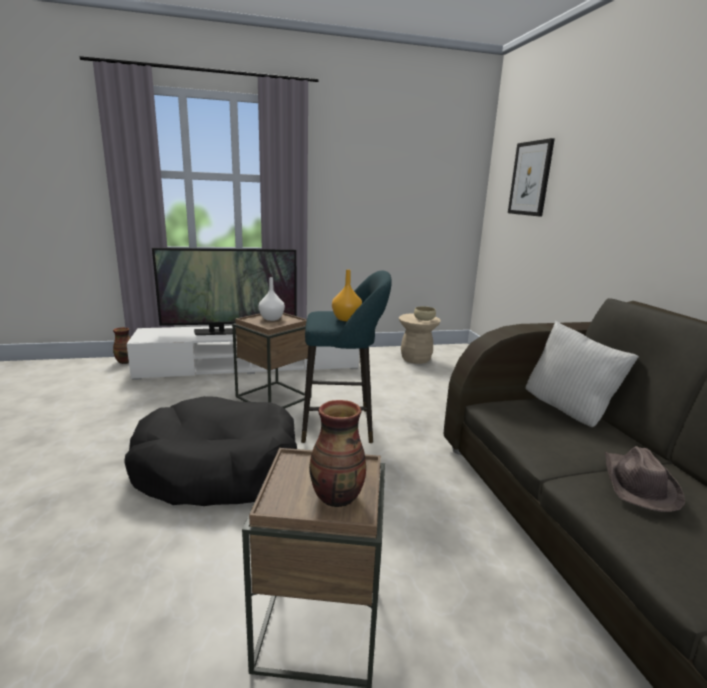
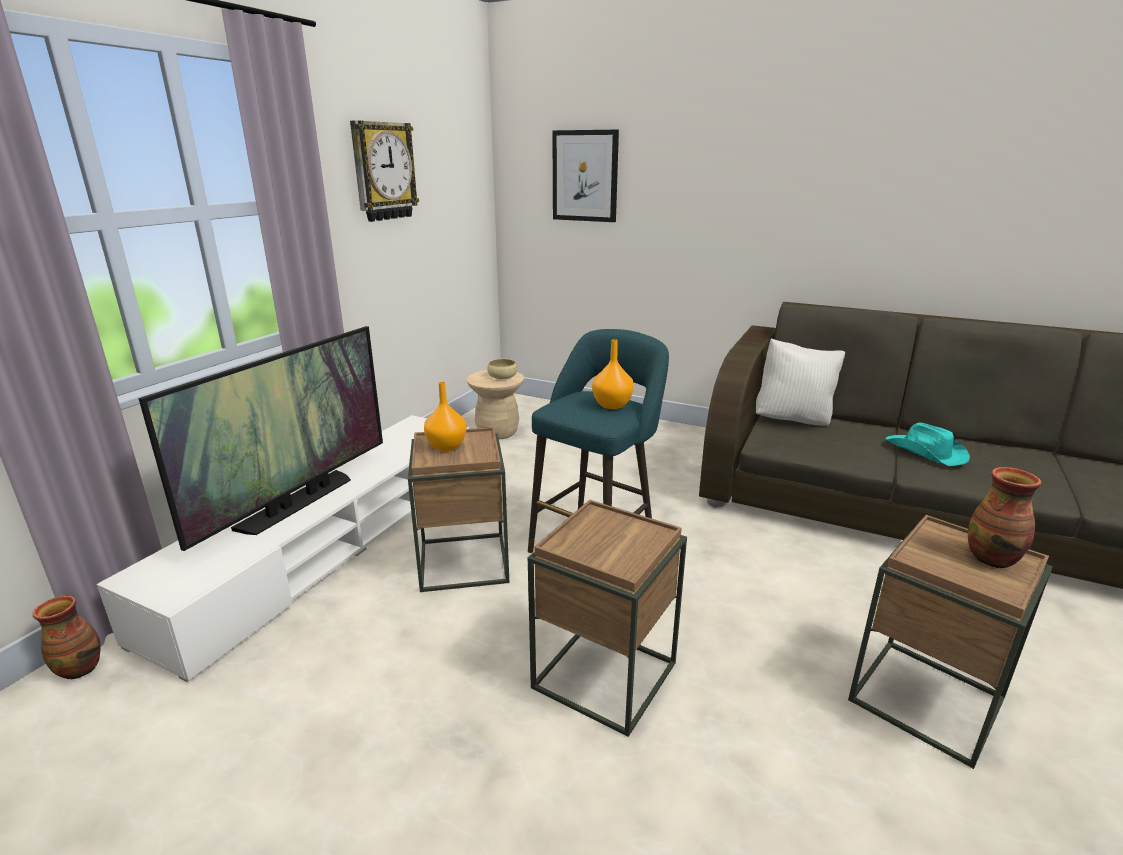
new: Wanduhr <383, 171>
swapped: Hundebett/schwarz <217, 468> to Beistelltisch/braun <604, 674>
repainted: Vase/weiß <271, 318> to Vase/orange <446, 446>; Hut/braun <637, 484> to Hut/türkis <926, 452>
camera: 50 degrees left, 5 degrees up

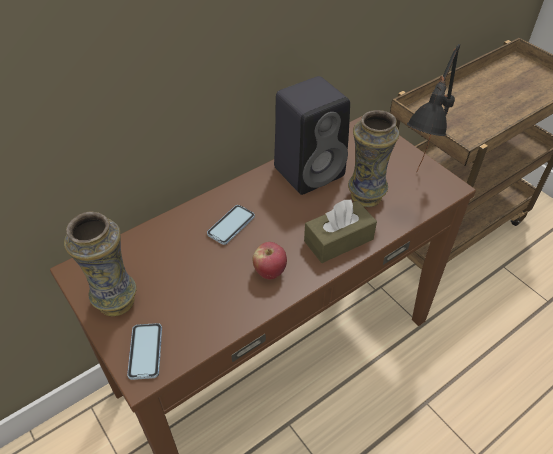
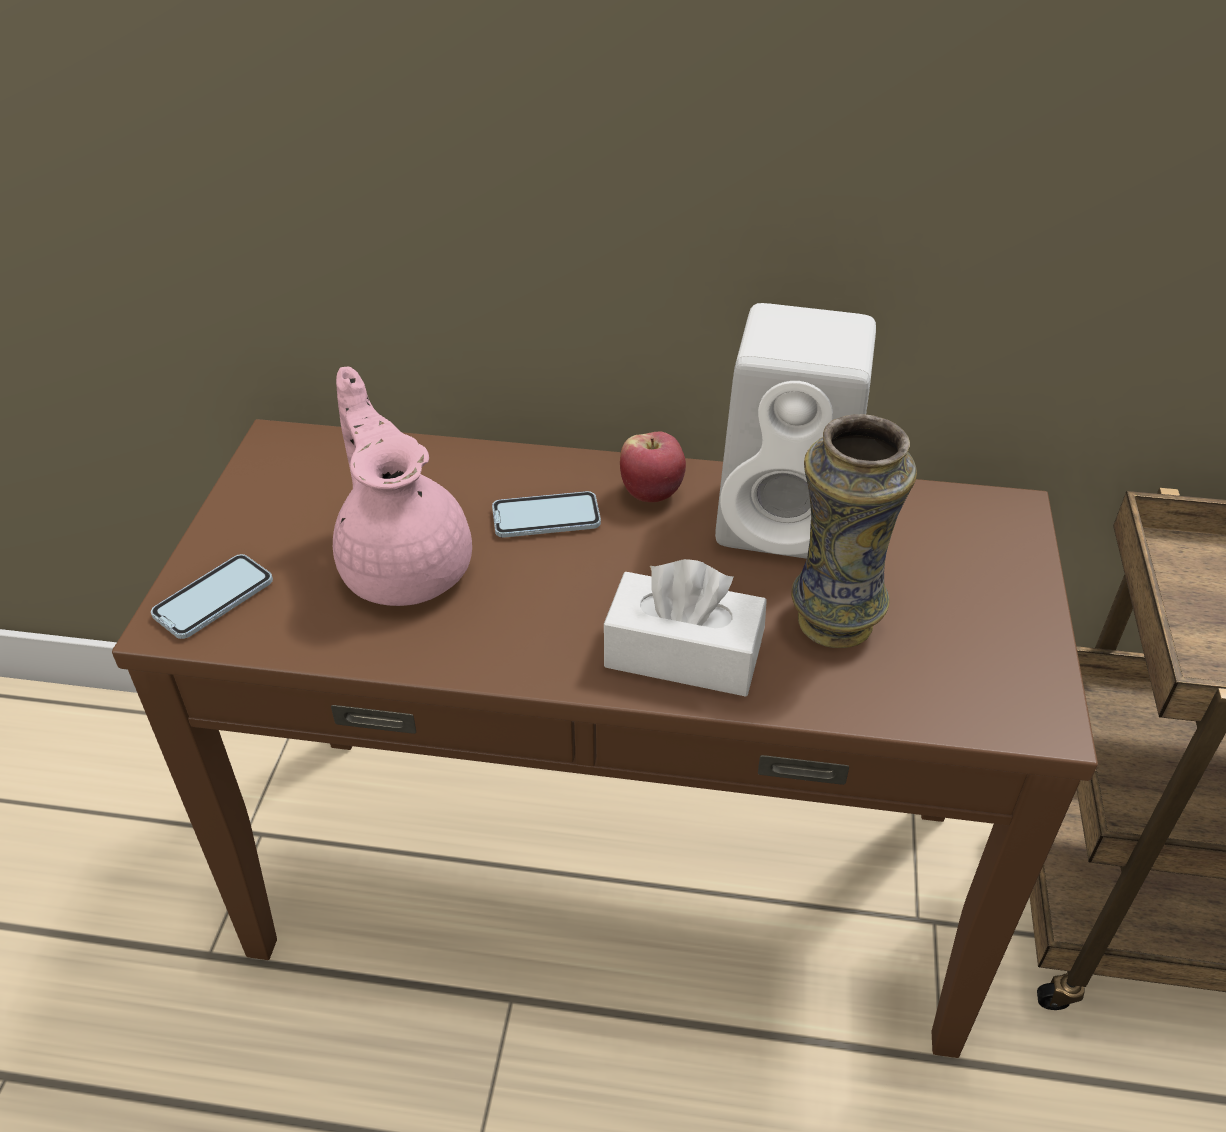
gone: Tischlampe/schwarz <416, 196>; Vase <116, 300>
new: Teekanne/rosa <405, 564>
shifted: Apfel <269, 271> to <652, 493>
repainted: Lautsprecher/schwarz <310, 171> to Lautsprecher/weiß <790, 519>; Taschentuchbox/braun <338, 240> to Taschentuchbox/weiß <683, 655>
camera: 45 degrees right, 5 degrees down

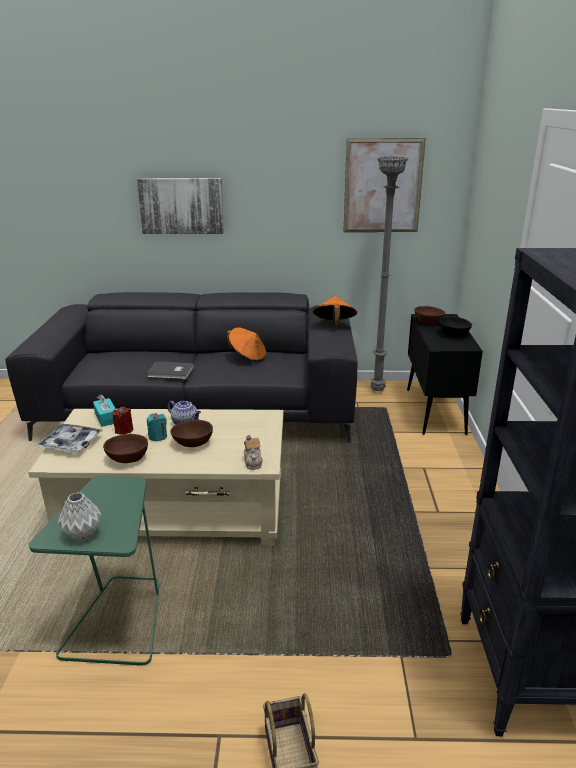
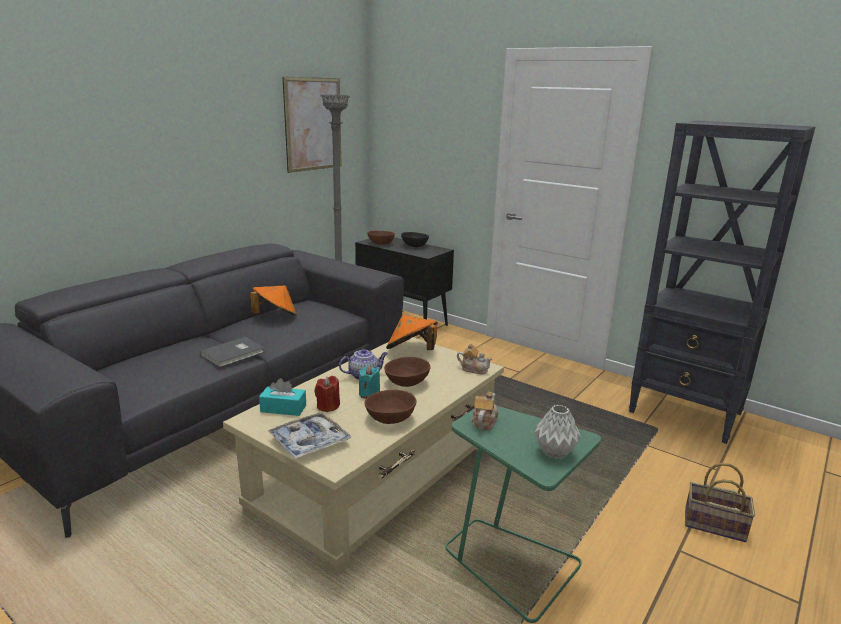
gone: Bild <181, 206>
new: Teekanne <484, 421>
shifted: Hut/orange <334, 325> to <411, 351>
camera: 55 degrees left, 5 degrees down

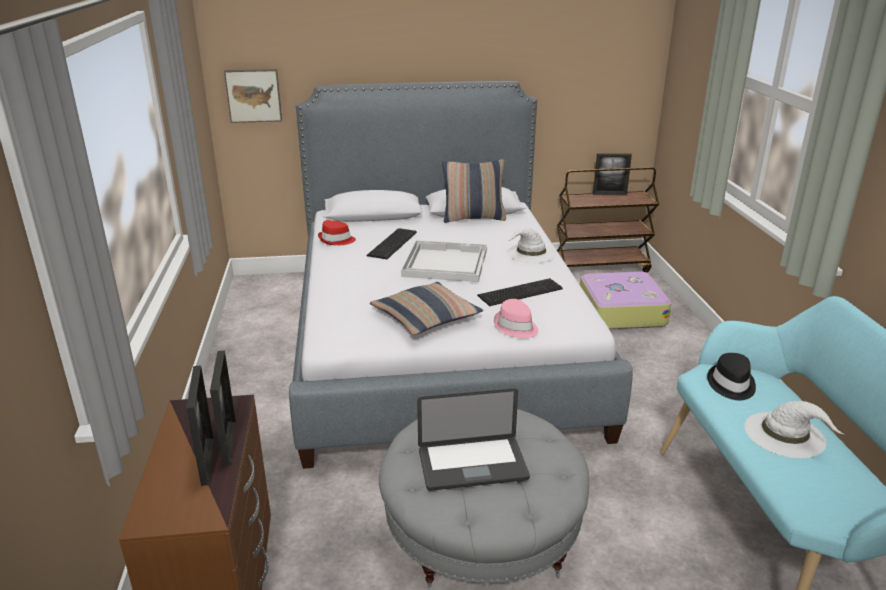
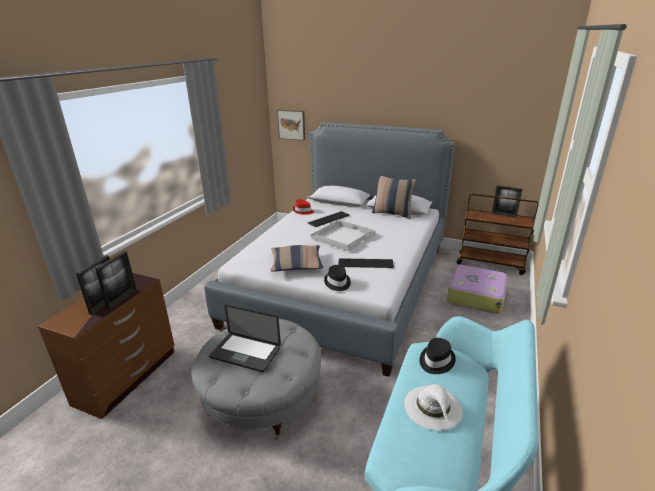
gone: Hut/weiß <530, 253>
repainted: Hut/rosa <515, 327> to Hut/schwarz <337, 283>
camera: 30 degrees right, 0 degrees up

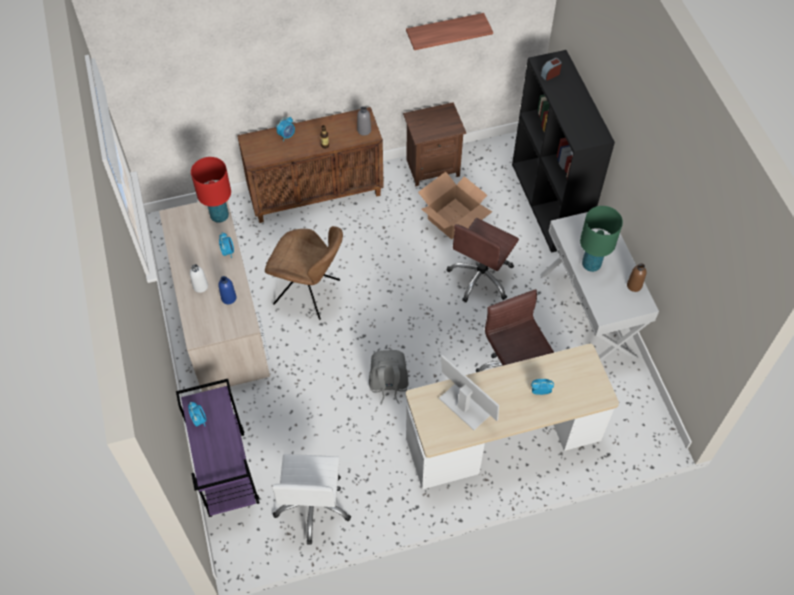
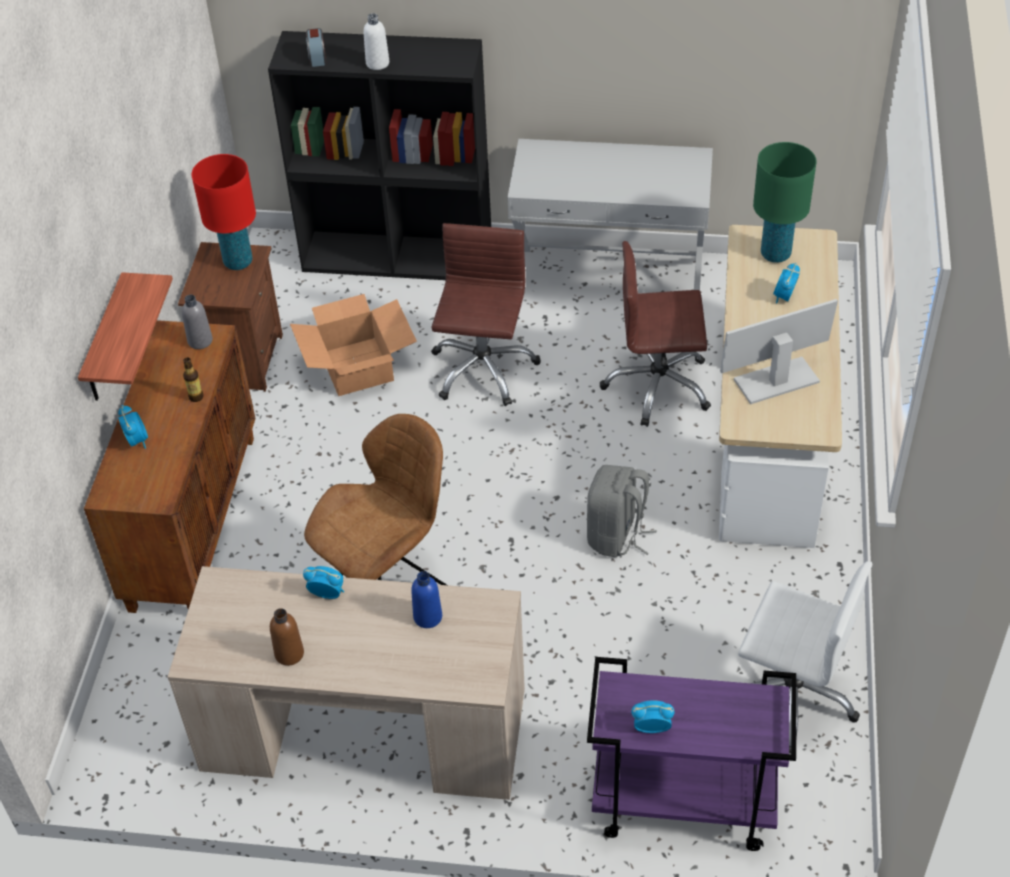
shifted: Wandregal <444, 31> to <105, 342>; Tischlampe/rot <219, 216> to <238, 262>; Tischlampe/grün <591, 264> to <775, 254>; Flasche/braun <634, 285> to <289, 654>; Flasche/weiß <200, 286> to <377, 63>
rotated: Bürostuhl/braun <481, 277> = <482, 369> 135 degrees counterclockwise
camera: 65 degrees left, 10 degrees down

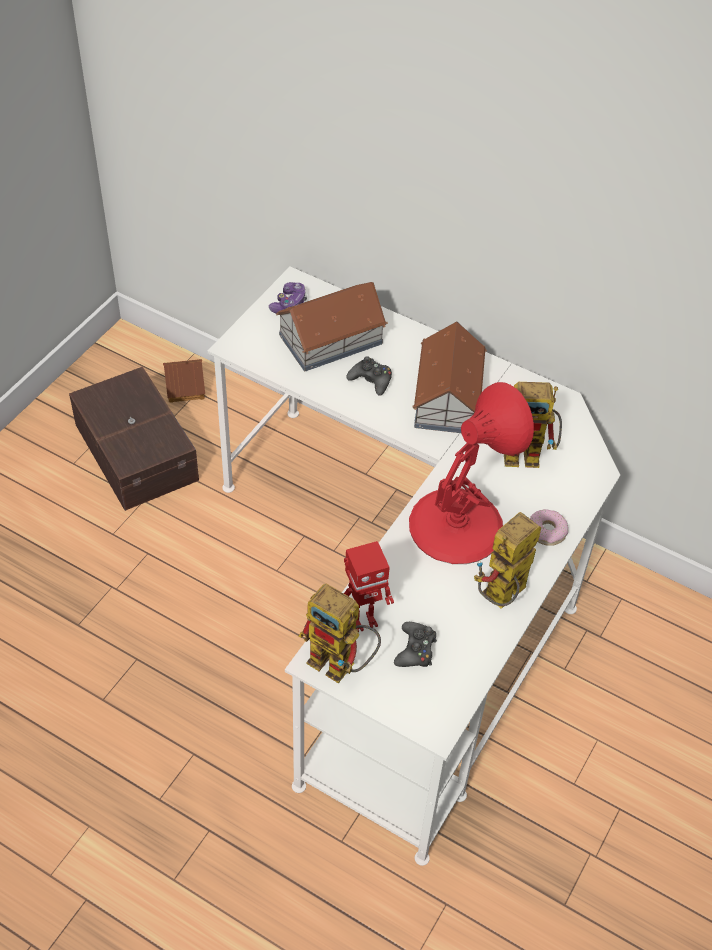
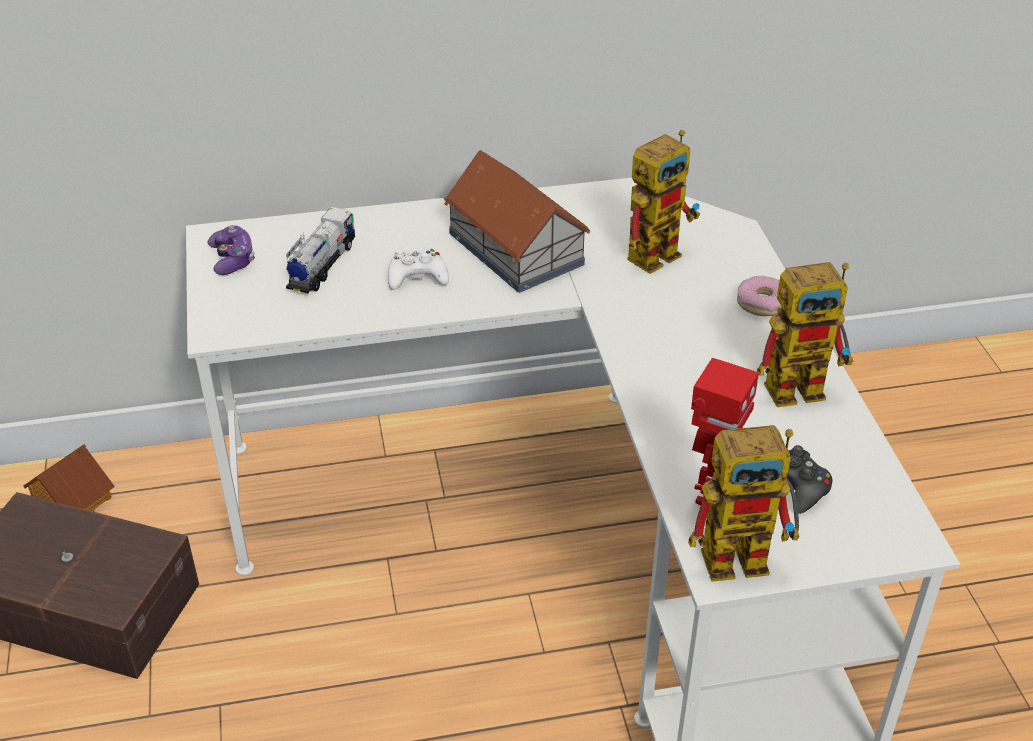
gone: Tischlampe/rot <457, 524>
swapped: Spielzeughaus <329, 339> to Spielzeuglaster <322, 266>
repainted: Gamepad/schwarz <371, 380> to Gamepad/weiß <417, 277>
rotated: Spielzeugroboter <501, 599> = <805, 385> 105 degrees counterclockwise
camera: 40 degrees left, 10 degrees down

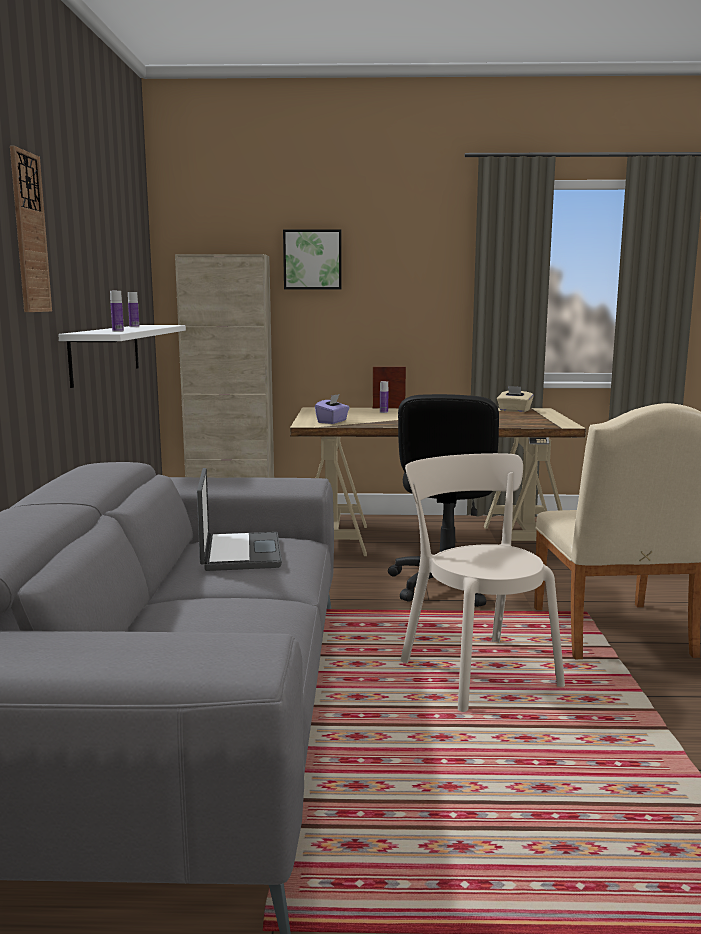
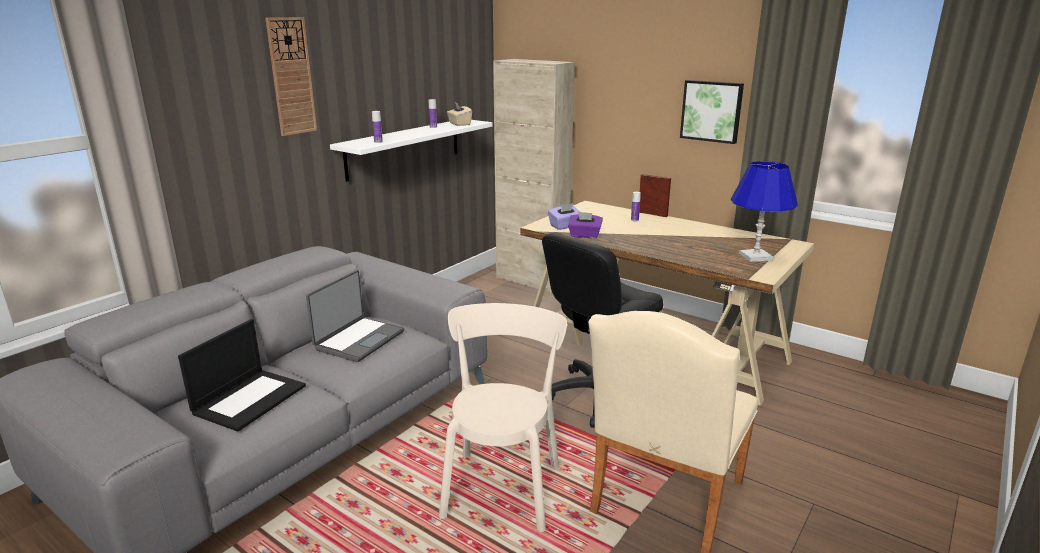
new: Tischlampe/blau <755, 256>; Taschentuchbox/lila <584, 235>; Laptop <250, 399>
shifted: Bild <312, 260> to <712, 111>; Taschentuchbox/beige <514, 410> to <459, 124>
camera: 35 degrees right, 10 degrees up

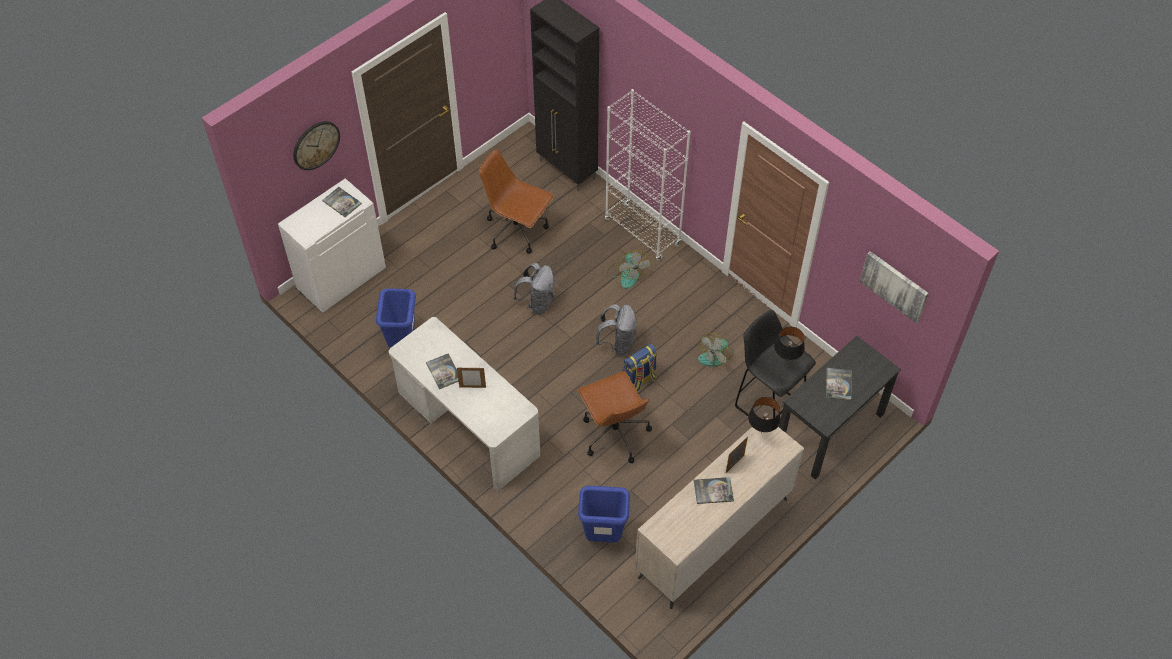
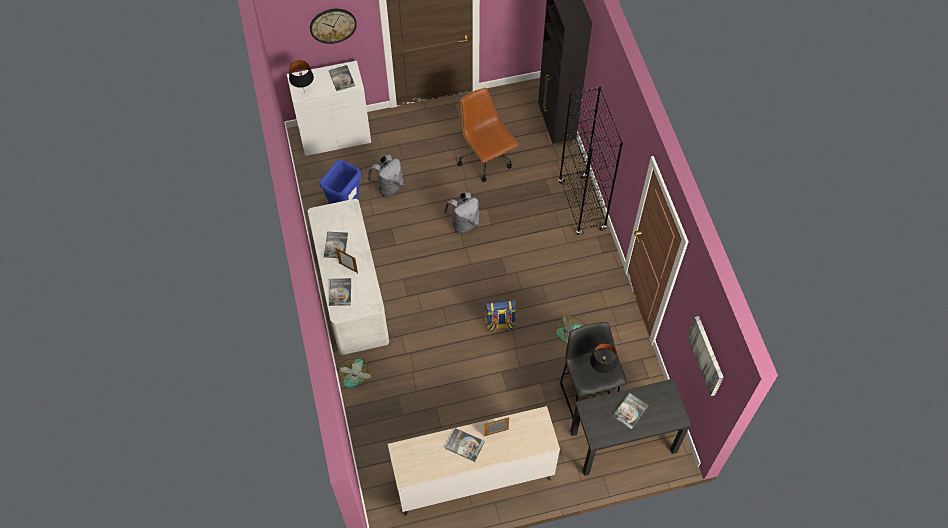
gone: Bürostuhl/braun <614, 433>; Mülleimer/blau <603, 536>
new: Buch <340, 292>
shifted: Ventilator <627, 274> to <356, 373>; Rucksack/grau <618, 343> to <388, 187>; Tischlampe/schwarz <760, 433> to <304, 91>
repainted: Bücherregal/weiß <642, 232> to Bücherregal/schwarz <581, 206>
camera: 30 degrees right, 5 degrees up

